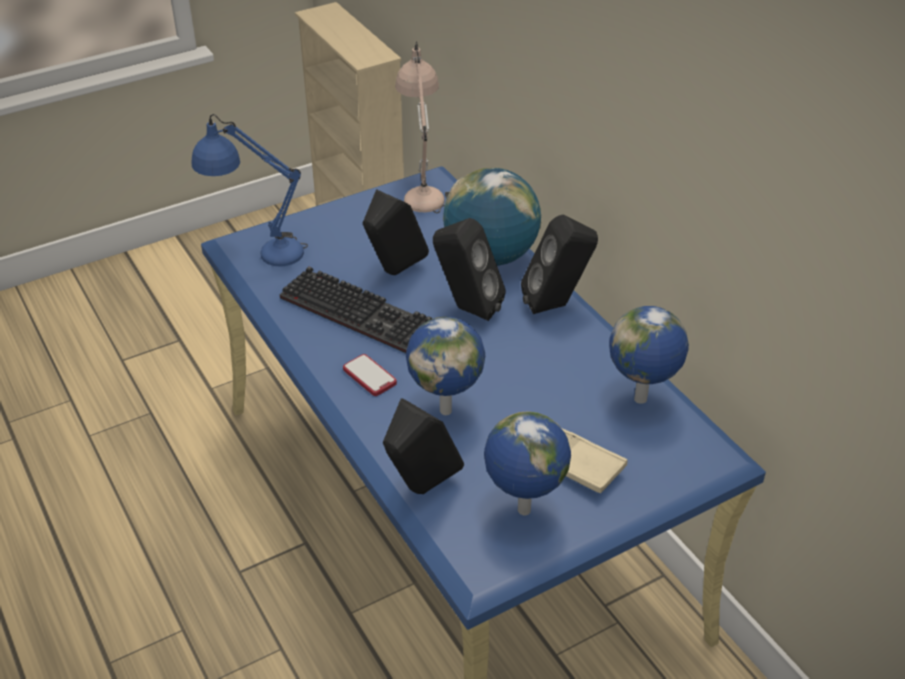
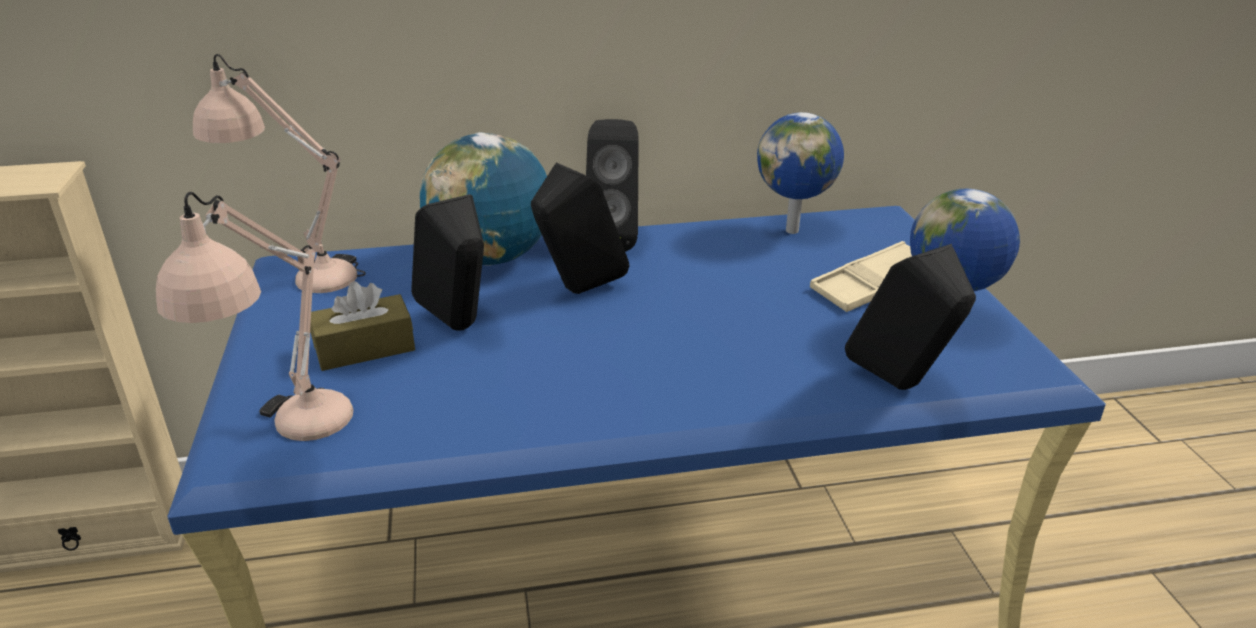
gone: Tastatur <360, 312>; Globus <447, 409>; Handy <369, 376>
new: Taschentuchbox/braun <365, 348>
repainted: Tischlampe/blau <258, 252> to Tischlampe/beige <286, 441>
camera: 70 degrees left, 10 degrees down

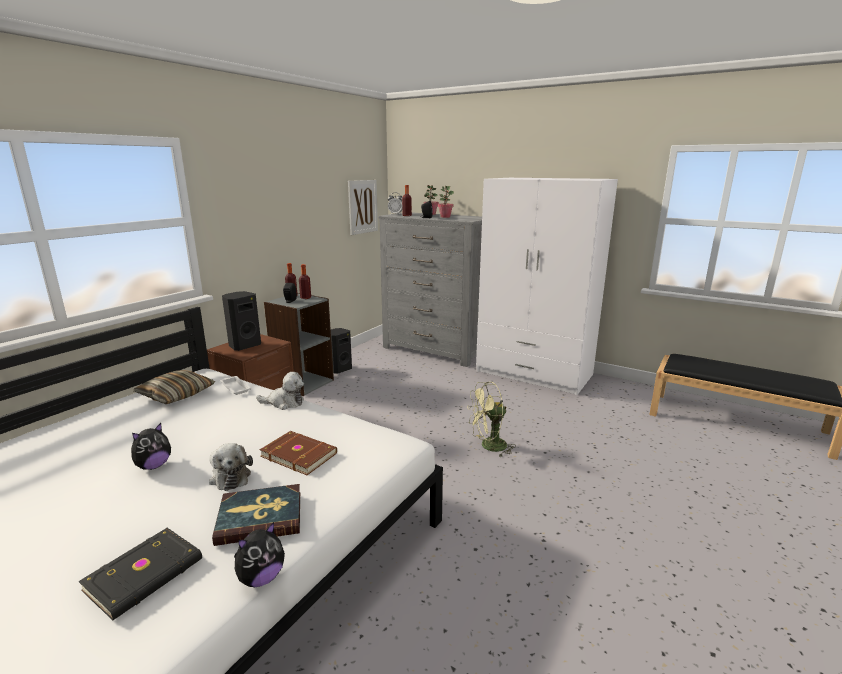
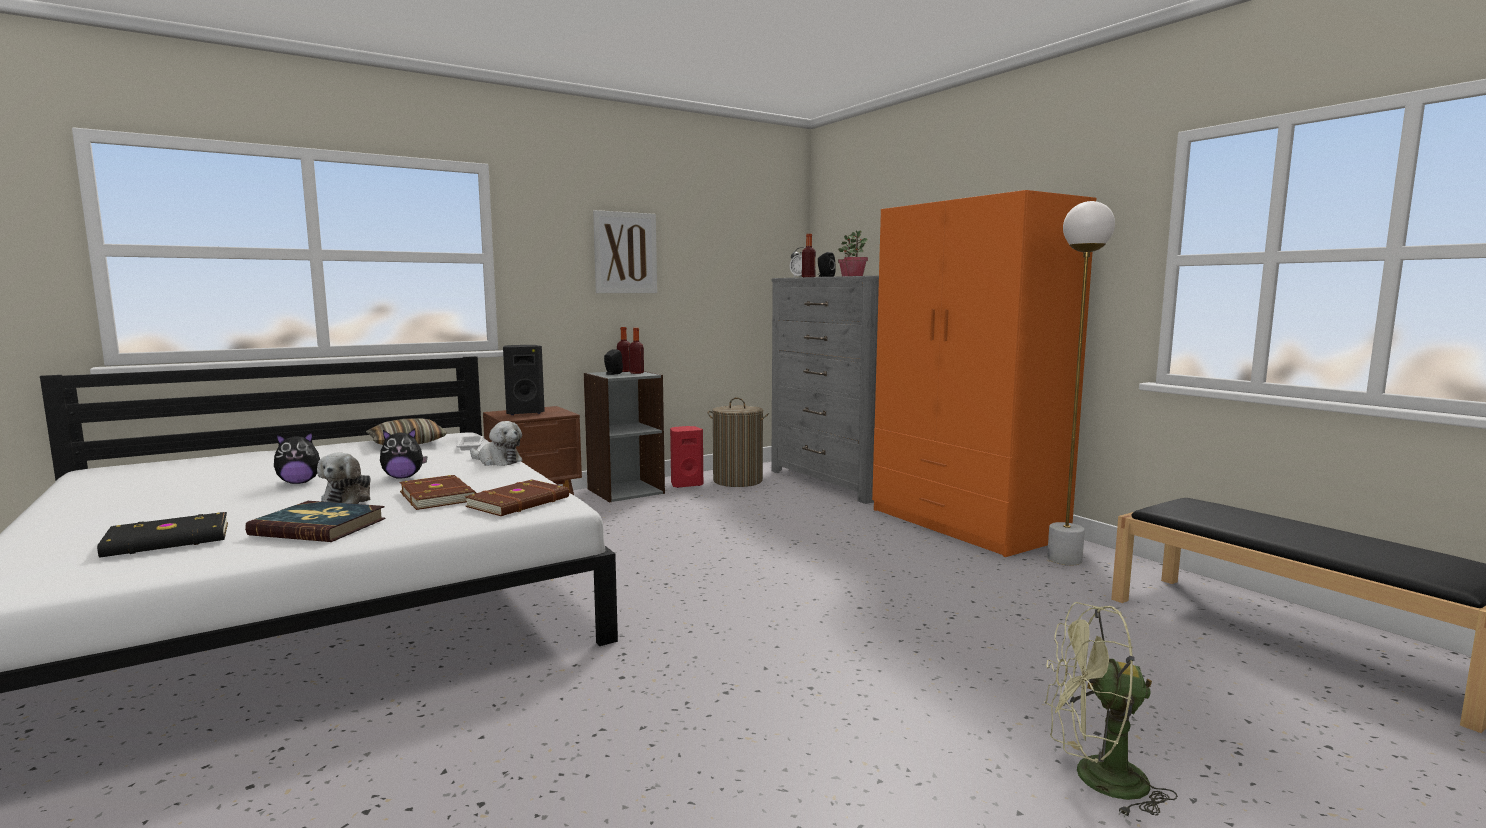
new: Stehlampe/weiß <1064, 559>; Wäschekorb <738, 481>; Buch/braun <520, 502>
shifted: Bild <362, 206> to <625, 253>; Ventilator/grün <488, 447> to <1096, 779>; Plüschtier <261, 578> to <403, 477>
repainted: Kleiderschrank/weiß <534, 373> to Kleiderschrank/orange <965, 524>; Lautsprecher/schwarz <339, 369> to Lautsprecher/rot <686, 484>
camera: 25 degrees right, 10 degrees down

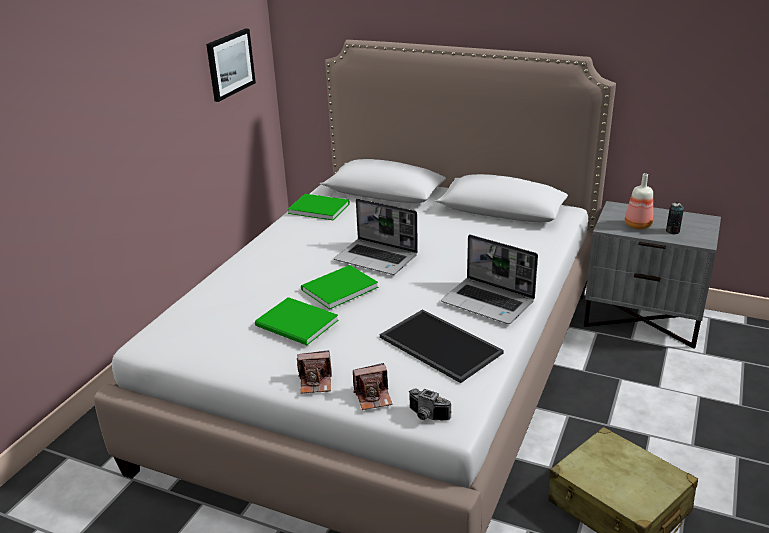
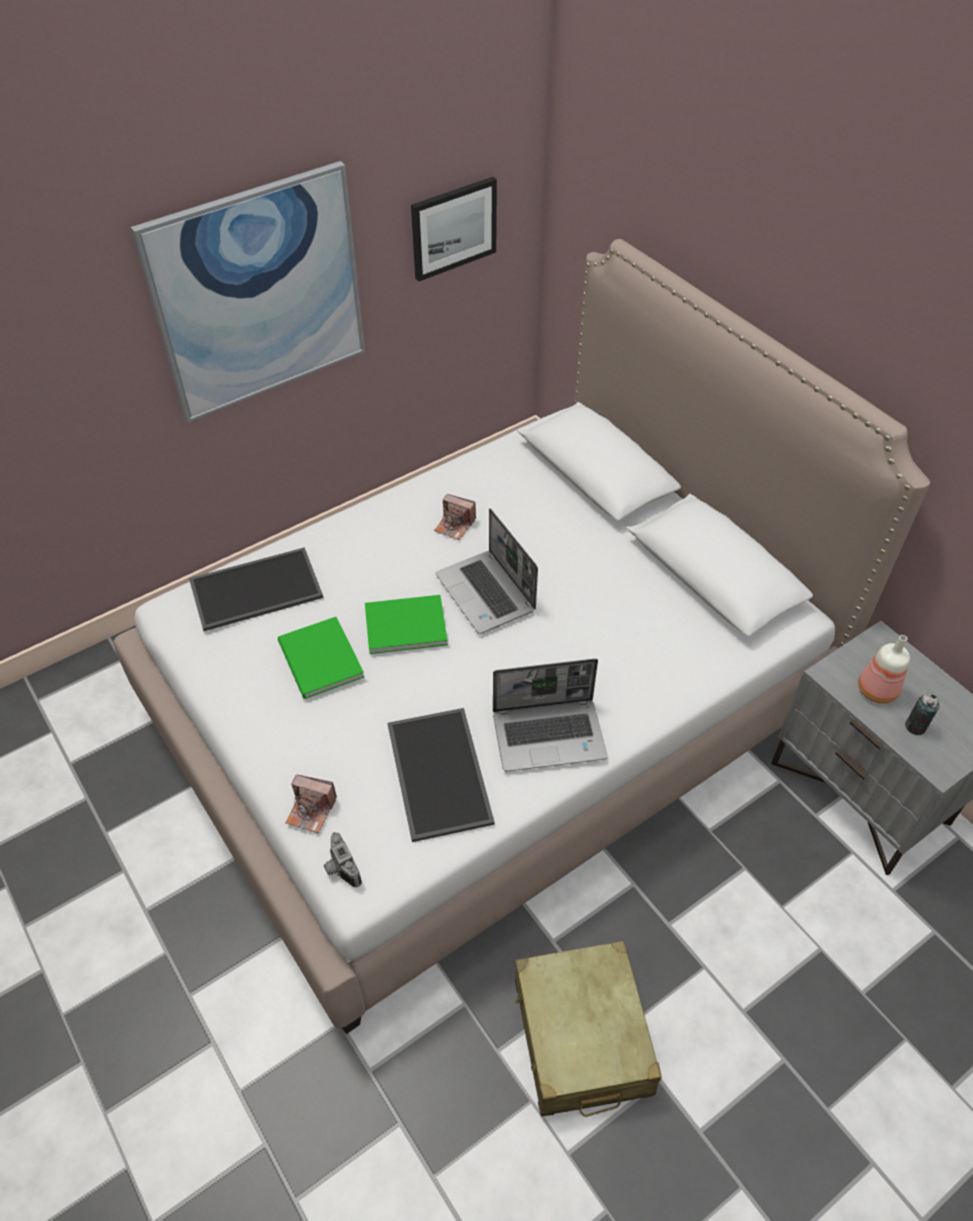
gone: Buch/grün <318, 208>
new: Bild <259, 294>; Tablett <255, 591>
shifted: Kamera <316, 382> to <454, 525>
rotated: Laptop <489, 302> = <550, 735> 75 degrees counterclockwise
camera: 30 degrees right, 20 degrees up

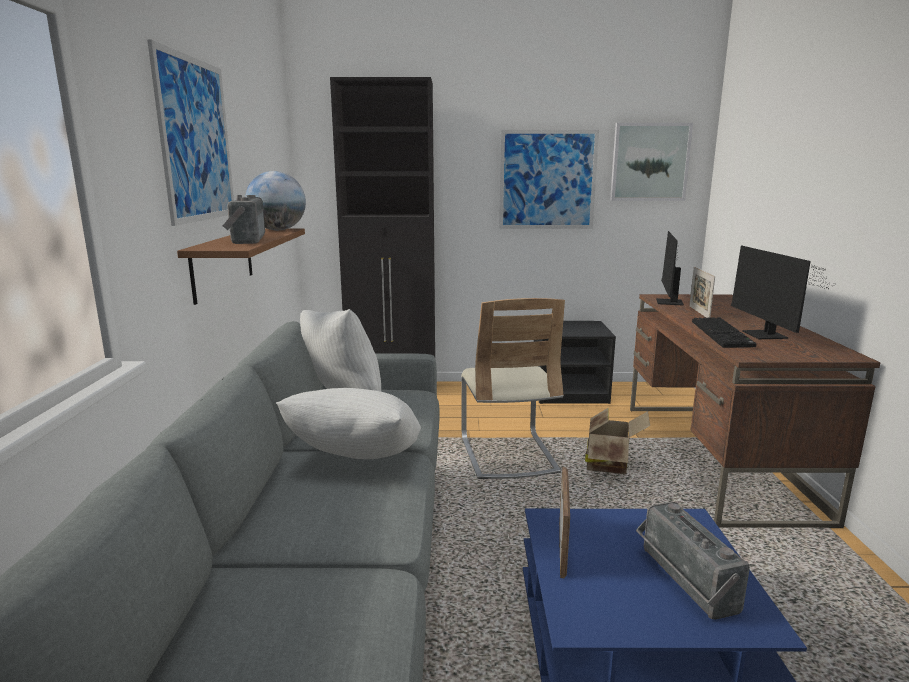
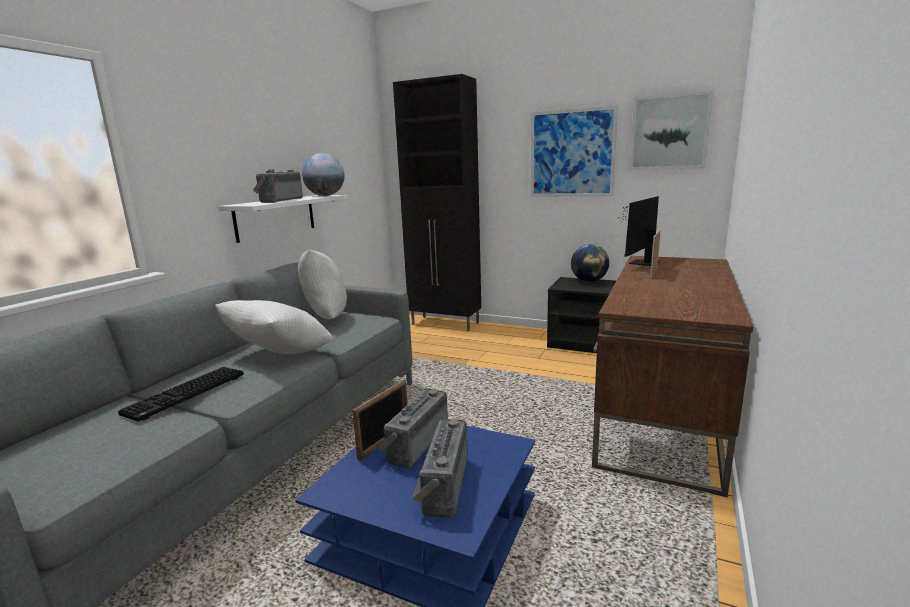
gone: Bild <196, 140>; Monitor <766, 336>; Stuhl/beige <507, 455>; Karton <610, 464>
new: Globus <589, 281>; Radio <415, 443>
shifted: Tastatur <723, 334> to <186, 394>
repainted: Wandregal/braun <223, 263> to Wandregal/weiß <276, 217>
camera: 25 degrees right, 0 degrees up

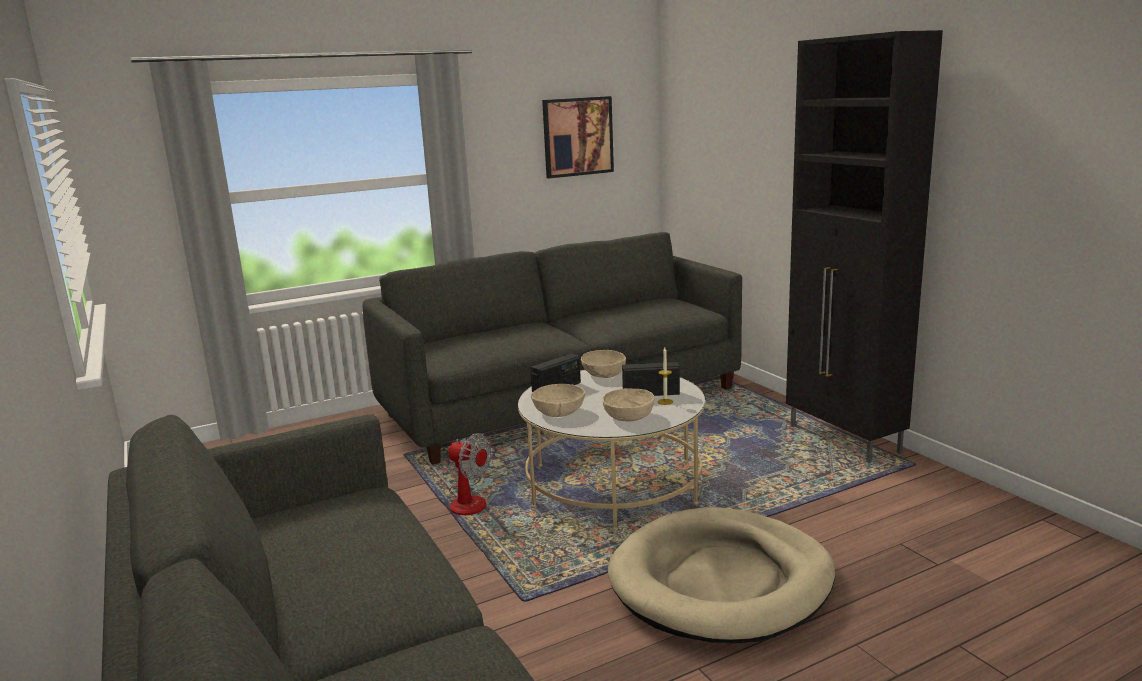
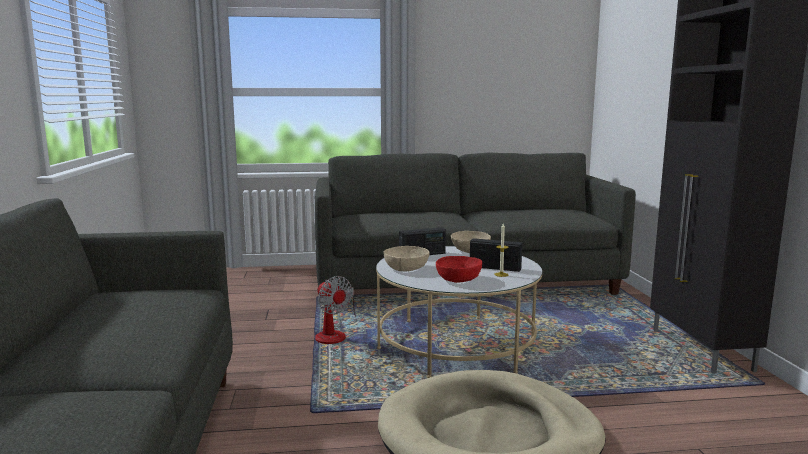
gone: Bild <577, 136>
repainted: Schüssel/beige <628, 416> to Schüssel/rot <458, 279>
camera: 20 degrees right, 5 degrees down

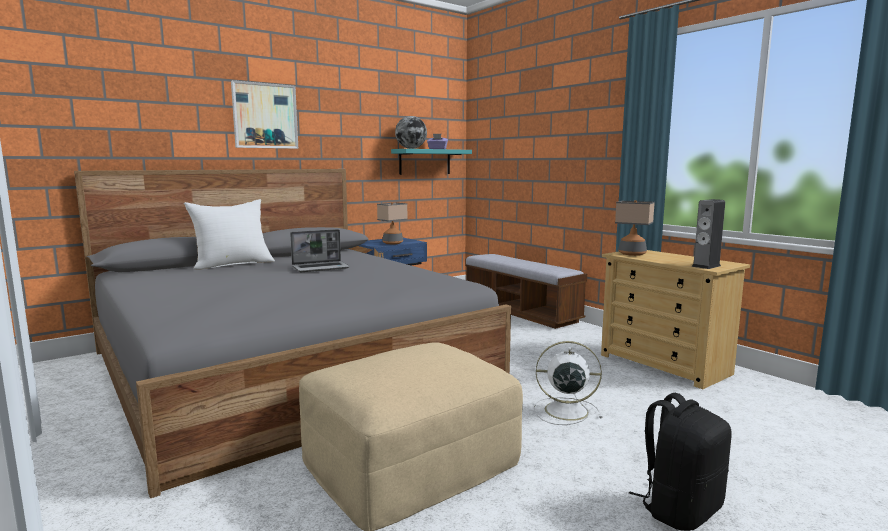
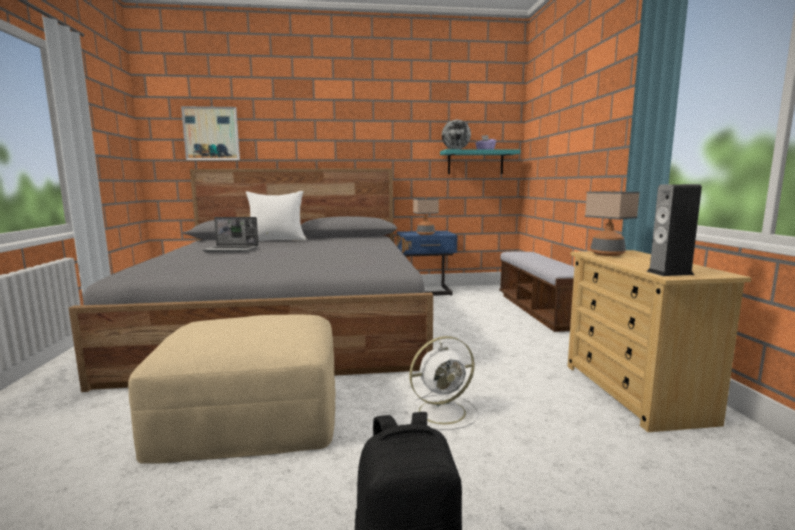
shifted: Bild <265, 116> to <211, 134>; Laptop <321, 268> to <232, 250>
rotated: Ventilator/weiß <564, 410> = <444, 411> 120 degrees clockwise
camera: 30 degrees right, 0 degrees up

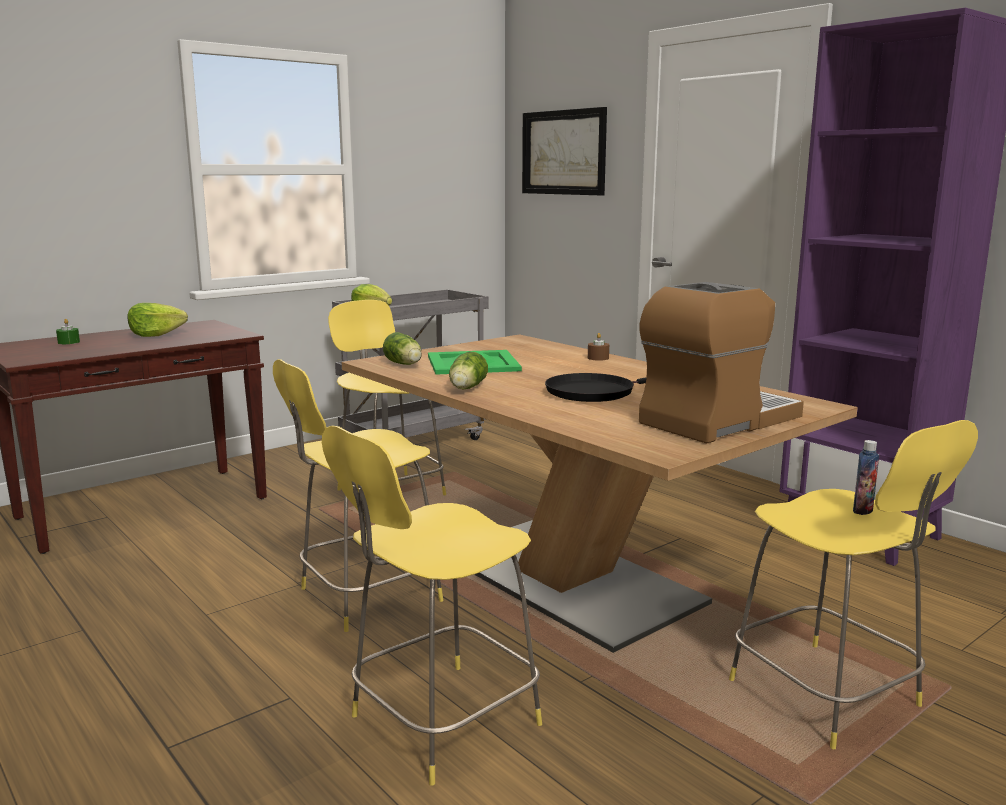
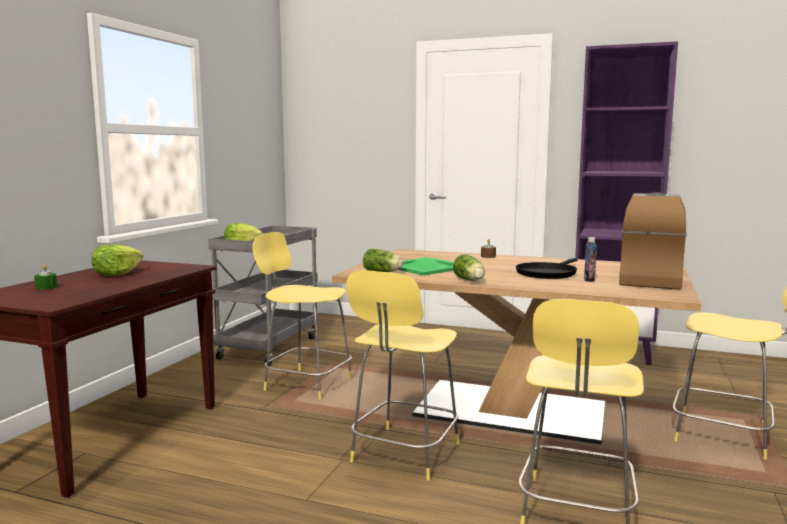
gone: Bild <563, 152>
shifted: Flasche <862, 510> to <589, 280>
camera: 30 degrees left, 5 degrees down

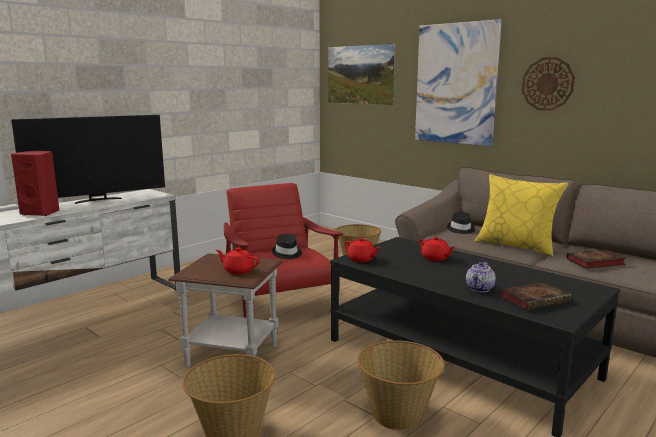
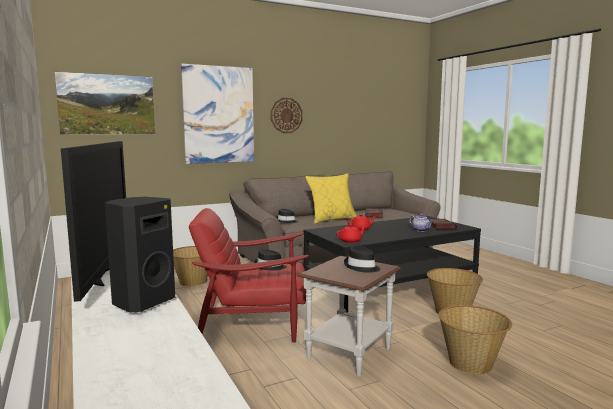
swapped: Teekanne/rot <238, 270> to Hut/schwarz <361, 267>
repainted: Lautsprecher/rot <41, 213> to Lautsprecher/schwarz <142, 302>
camera: 70 degrees left, 5 degrees down

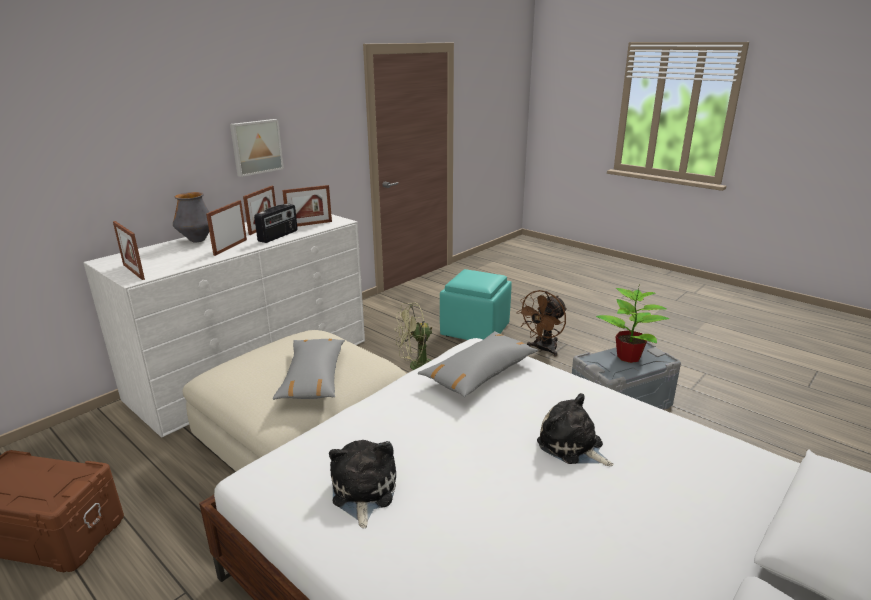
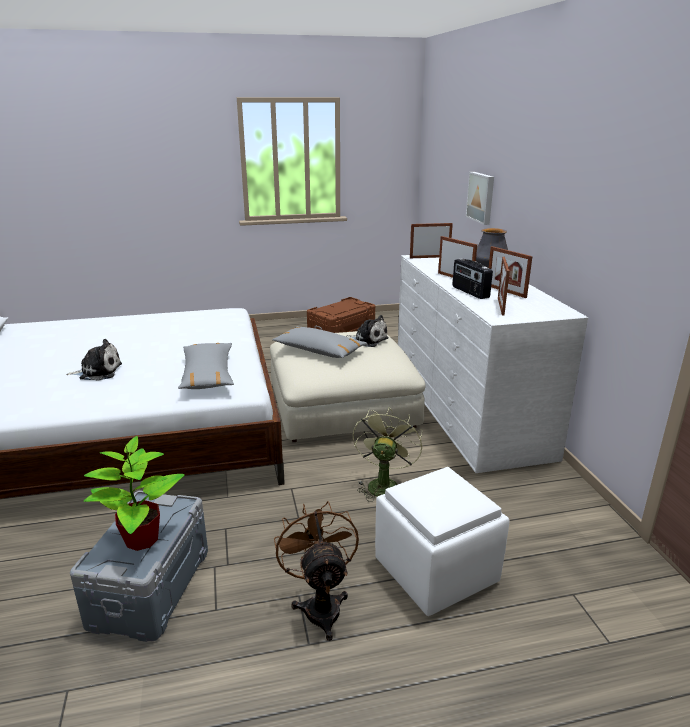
shifted: Bild <256, 147> to <481, 197>; Plüschtier <362, 492> to <368, 340>
repainted: Polsterhocker/türkis <474, 329> to Polsterhocker/weiß <437, 571>
camera: 125 degrees right, 0 degrees up

